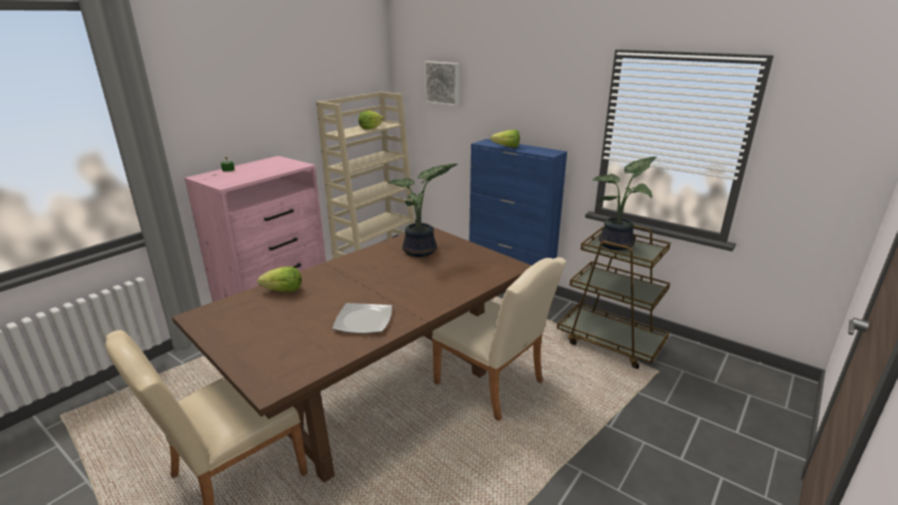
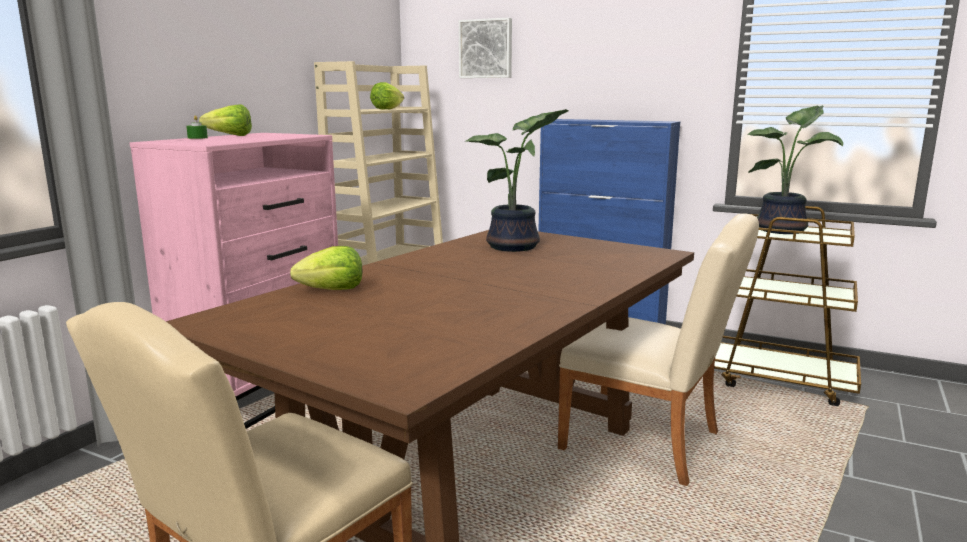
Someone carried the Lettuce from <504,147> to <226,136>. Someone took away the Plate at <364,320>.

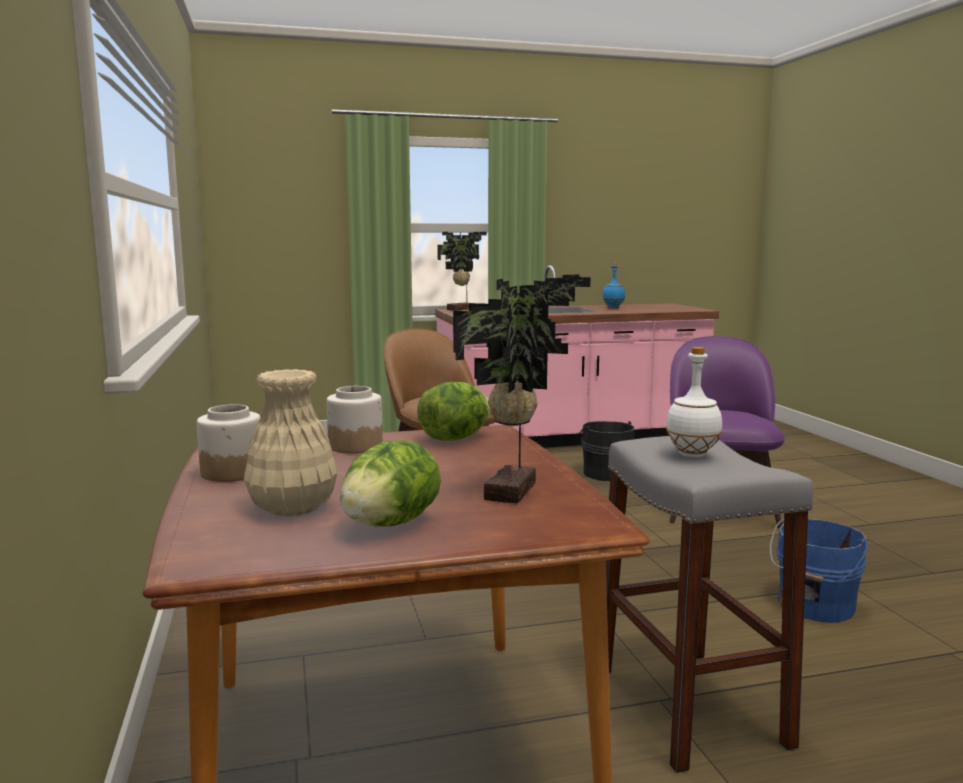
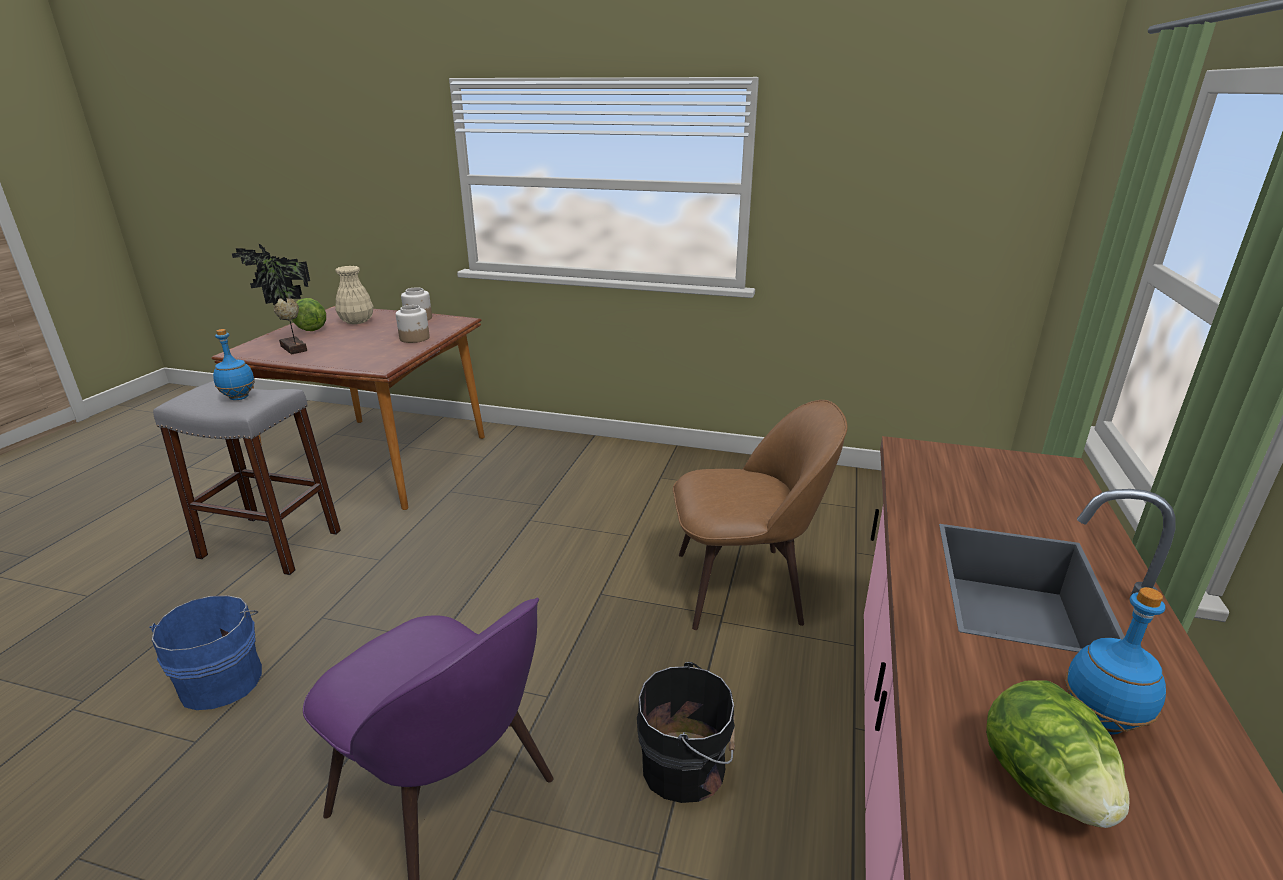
Someone repainted the WhiteBottle at <691,454>, which became the BlueBottle at <239,397>. Someone carried the Lettuce from <455,438> to <1042,784>. Someone took away the PottedPlant at <461,309>.

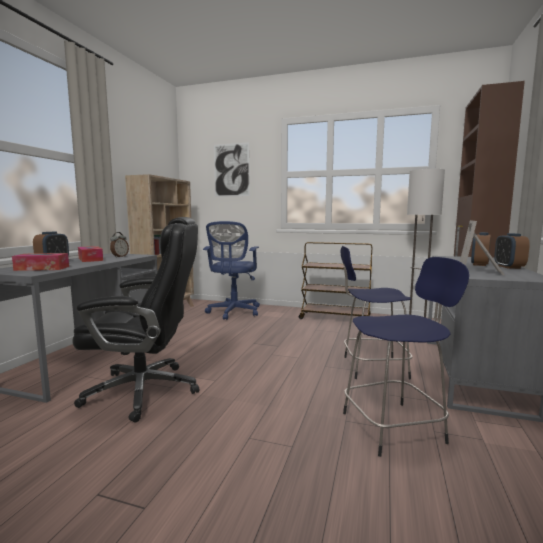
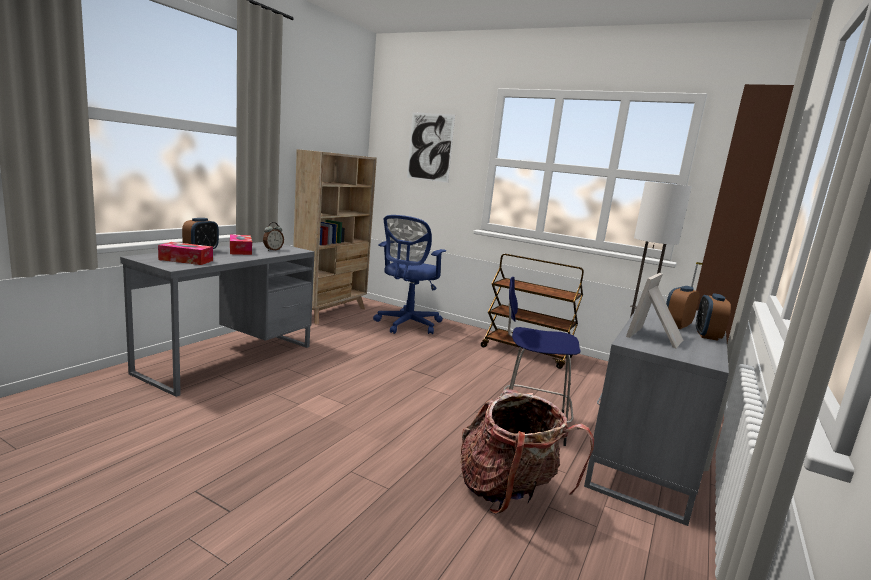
Someone swapped the BlueStool at <395,427> for the Backpack at <509,493>. Someone took away the BlackOfficeChair at <145,391>.

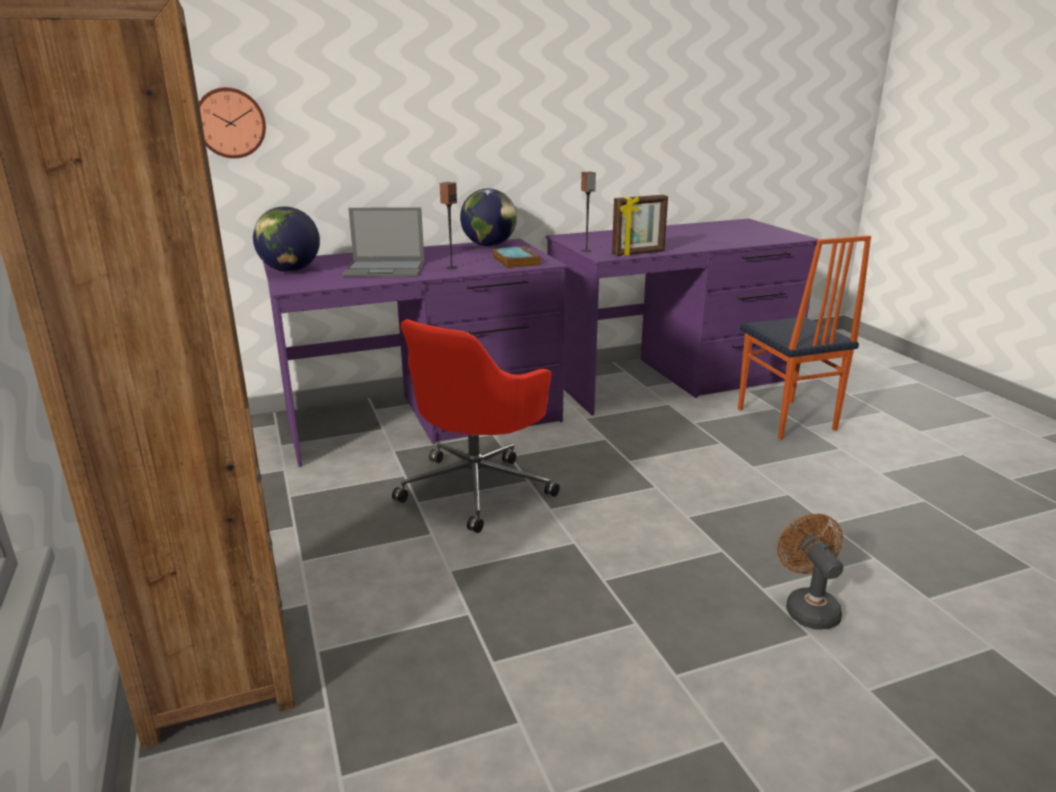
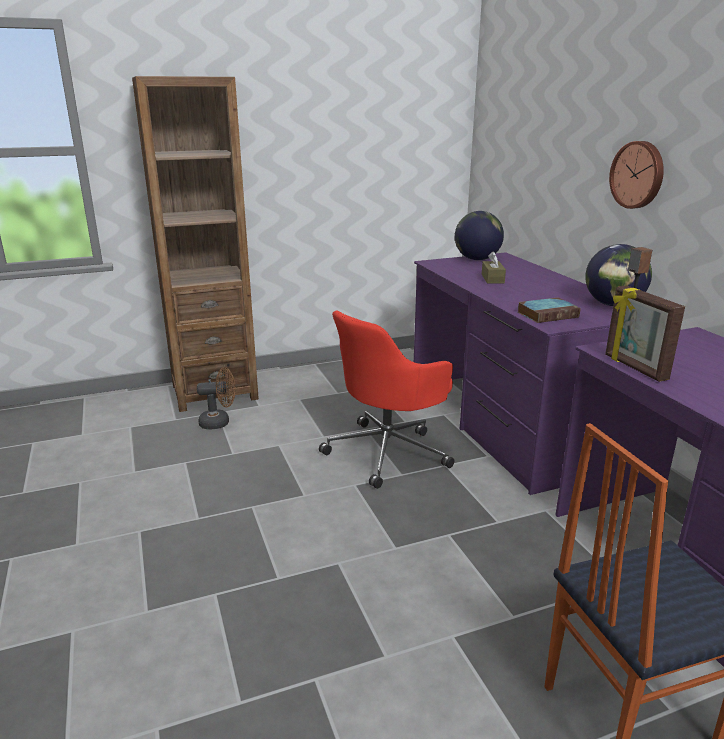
Someone carried the BrownFan from <807,607> to <219,422>. Someone rotated the RedOfficeChair at <477,487> by 75 degrees counterclockwise. Someone swapped the Laptop at <386,269> for the BrownTissueBox at <492,279>. Someone carried the WallClock from <230,123> to <638,175>. Someone took away the Speaker at <451,268>.

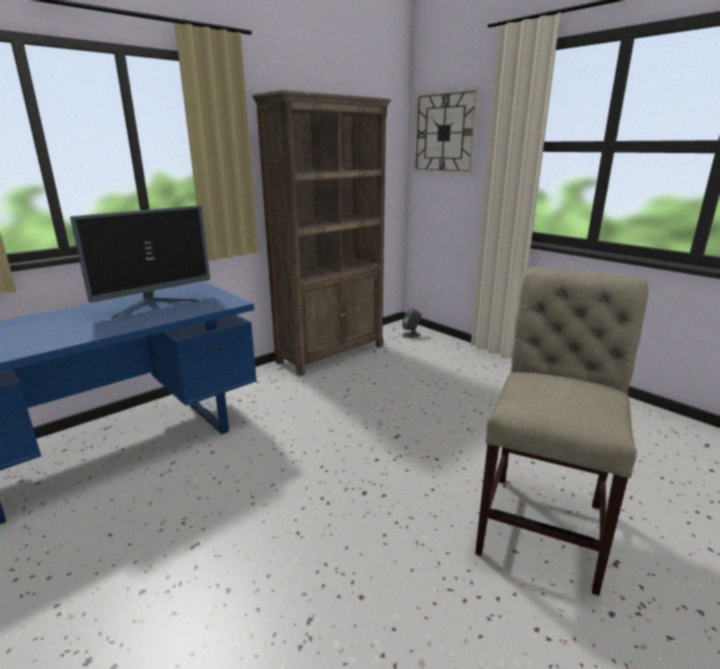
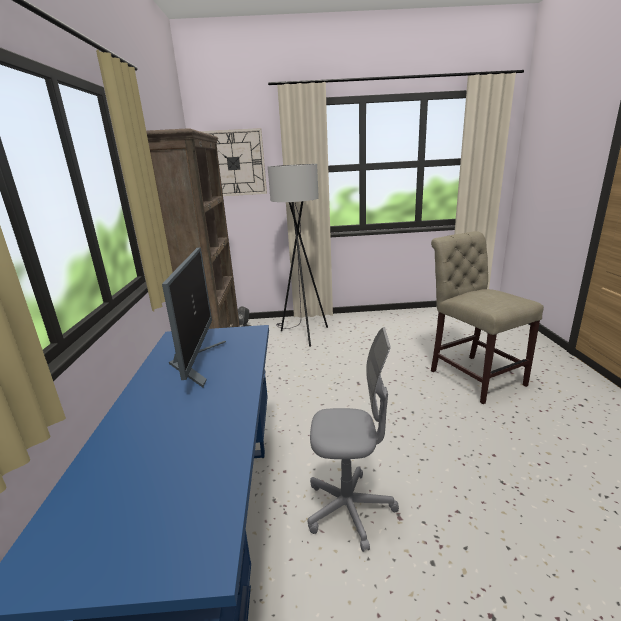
Someone put down the GreyFloorLamp at <302,334>. Someone put down the GreyOfficeChair at <349,509>.

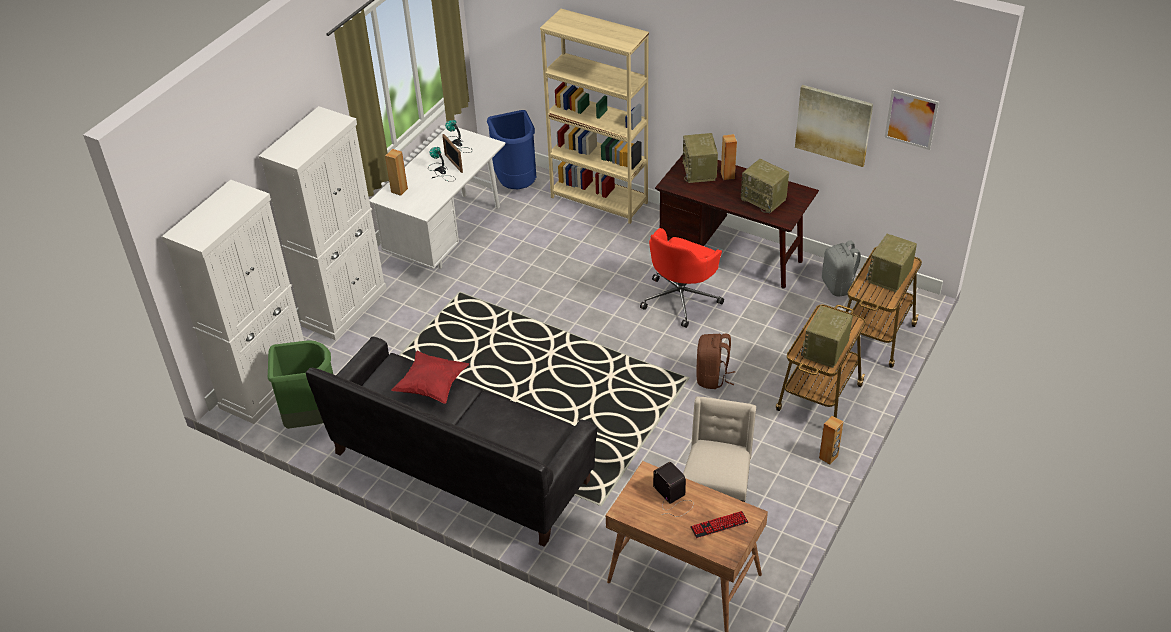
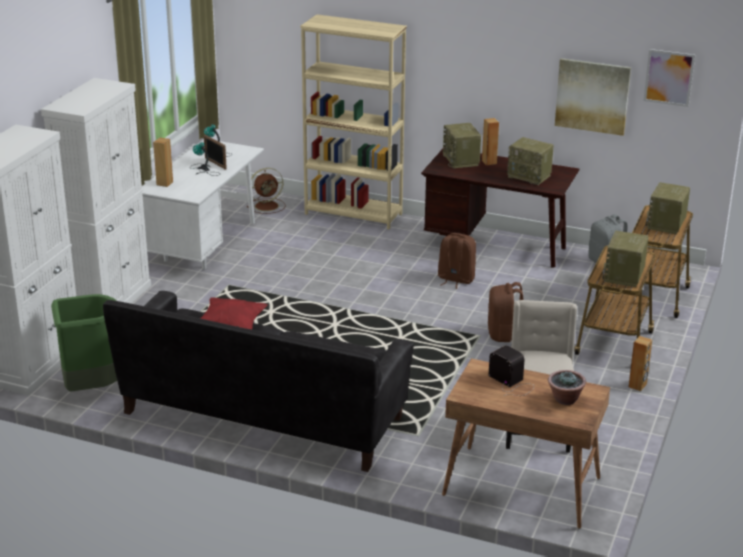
Someone swapped the BlueTrashCan at <517,183> for the BrownFan at <267,206>. Someone swapped the RedOfficeChair at <681,298> for the BrownBackpack at <455,279>. Someone swapped the Keyboard at <719,525> for the PottedPlant at <565,399>.

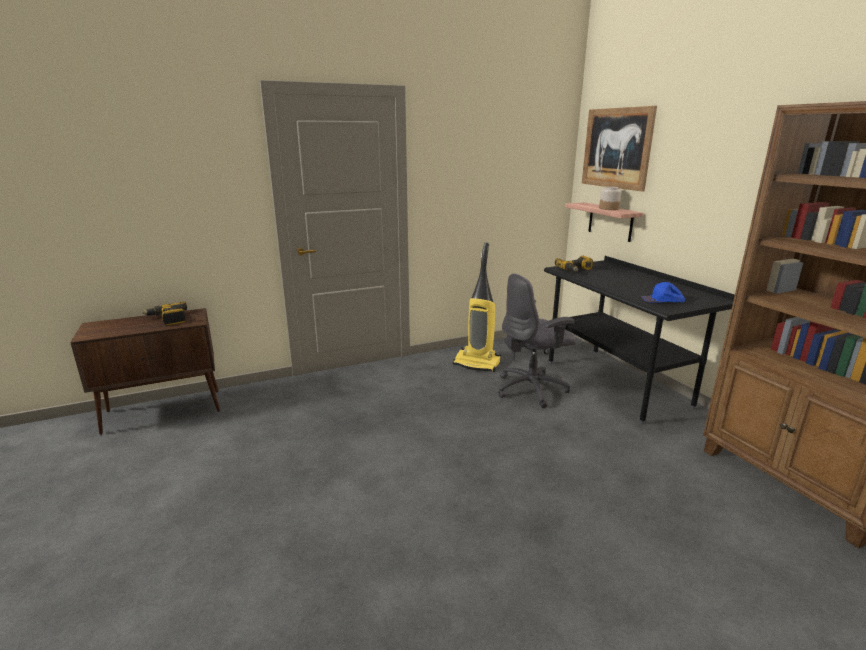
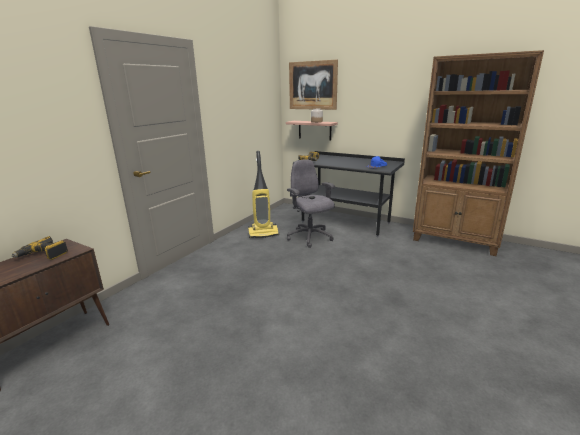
Someone rotated the GreyOfficeChair at <532,389> by 120 degrees clockwise.

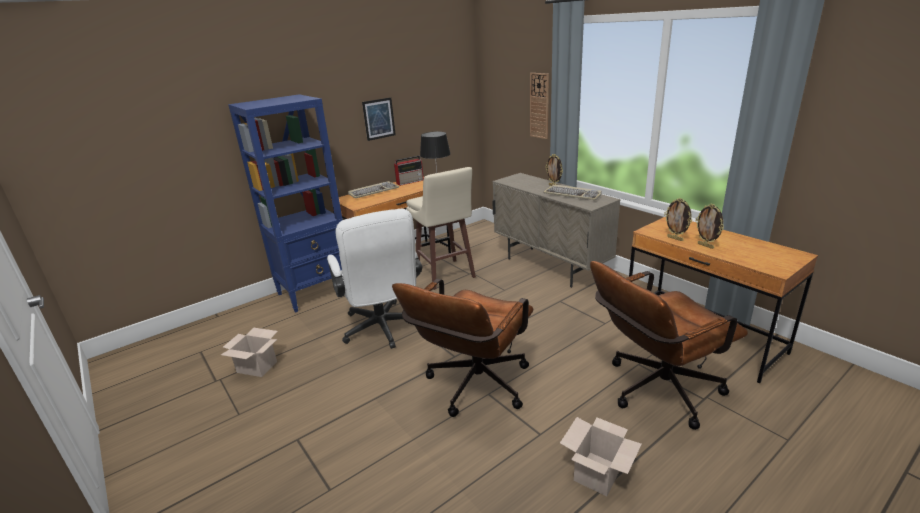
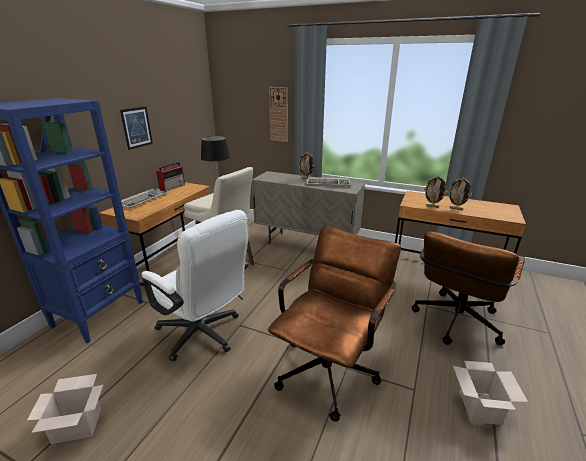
Someone rotated the BrownOfficeChair at <473,388> by 150 degrees counterclockwise.

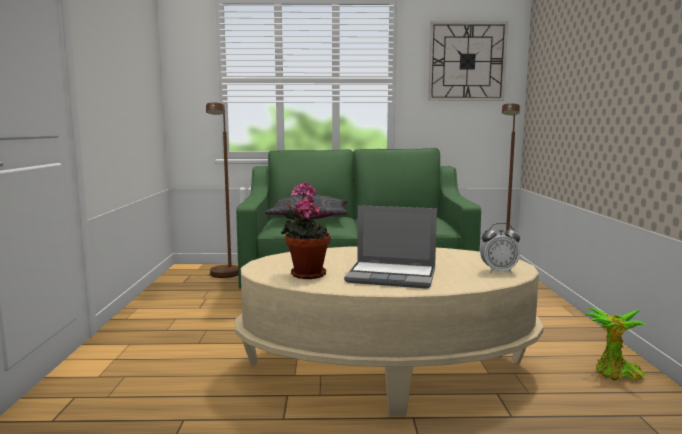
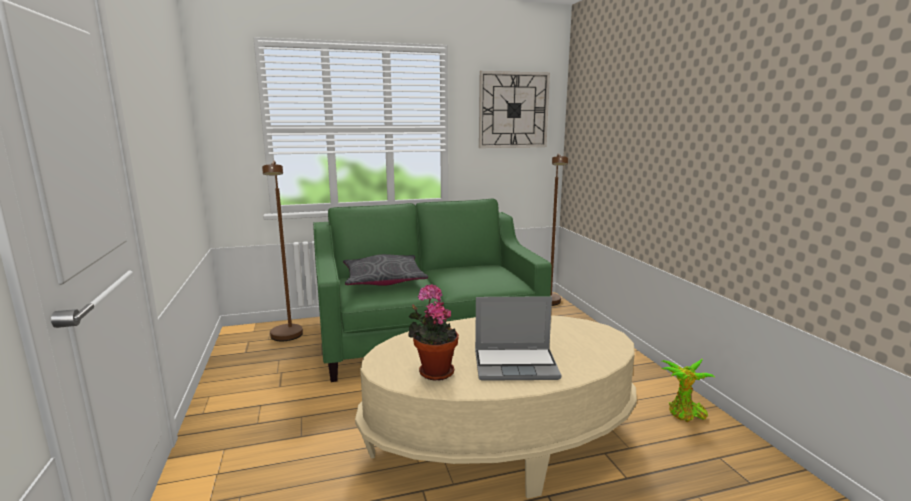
Someone took away the AlarmClock at <498,271>.

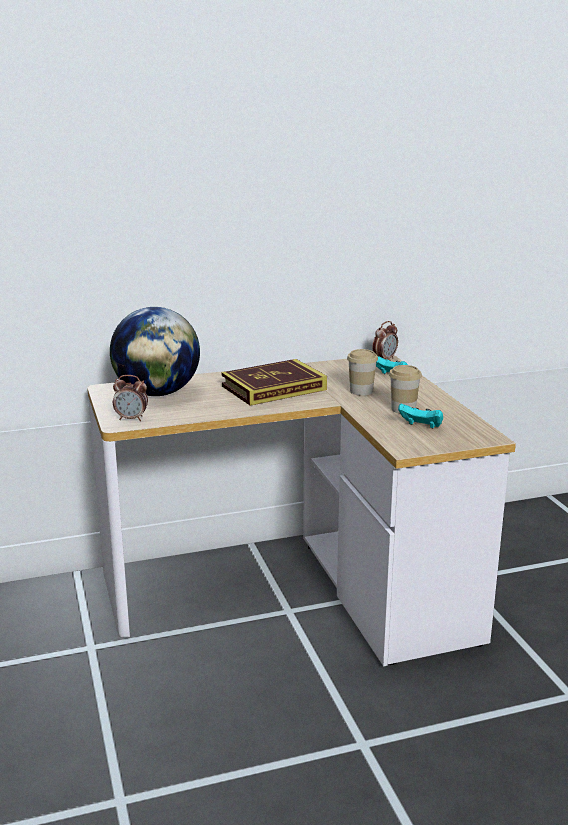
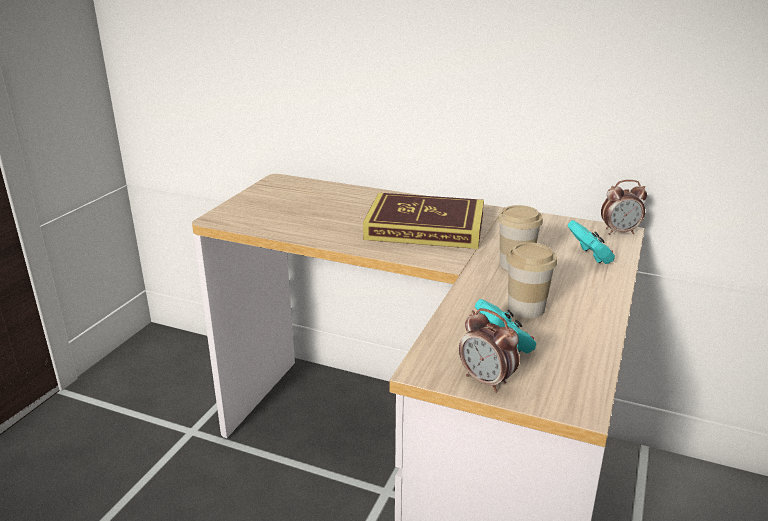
Someone carried the AlarmClock from <131,419> to <486,381>. Someone took away the Globe at <157,393>.

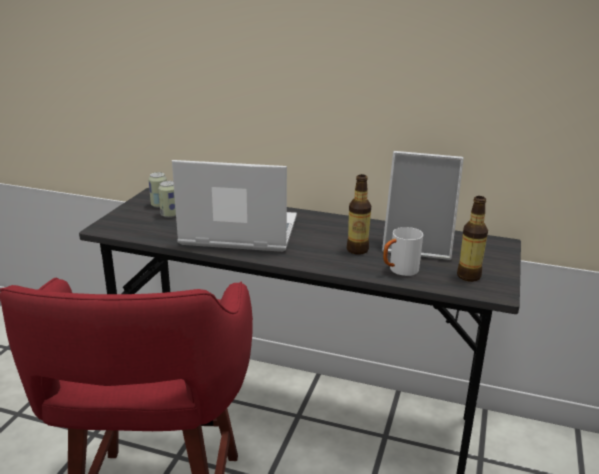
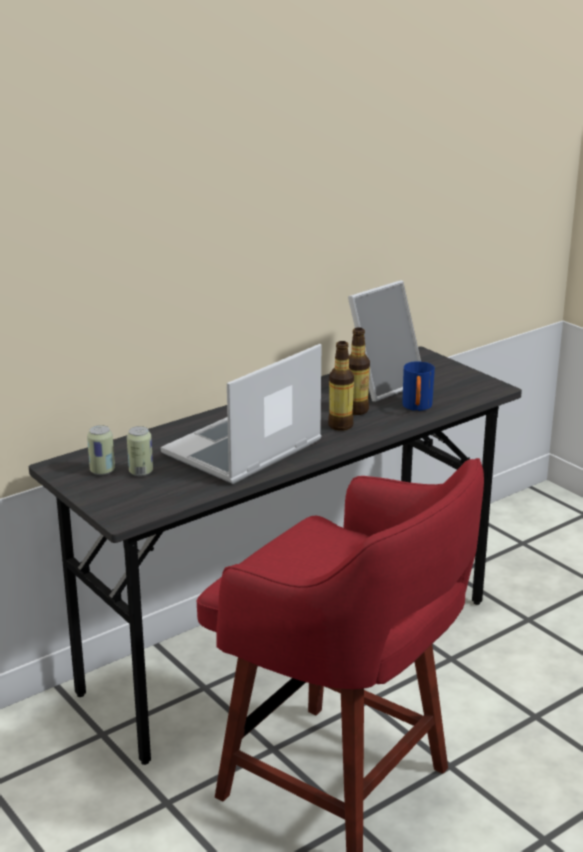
Someone carried the Bottle from <468,276> to <340,425>. Someone repainted the WhiteMug at <399,271>, which became the BlueMug at <417,408>.

